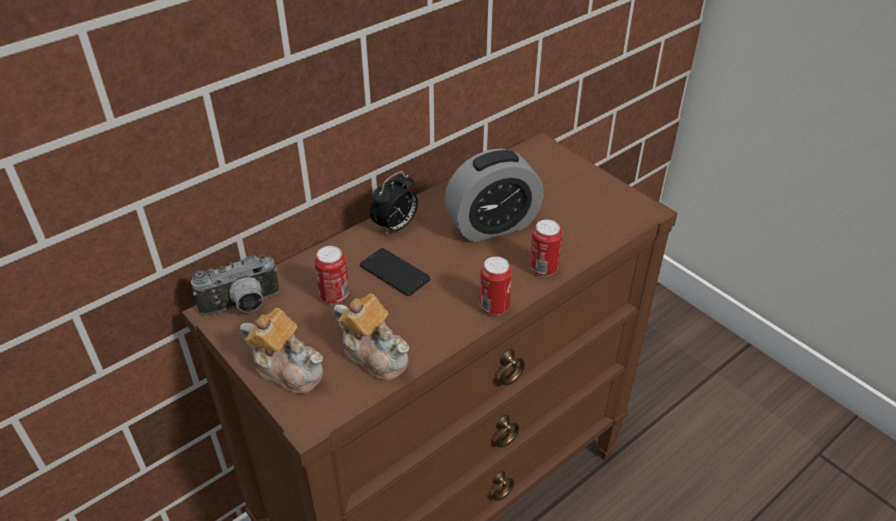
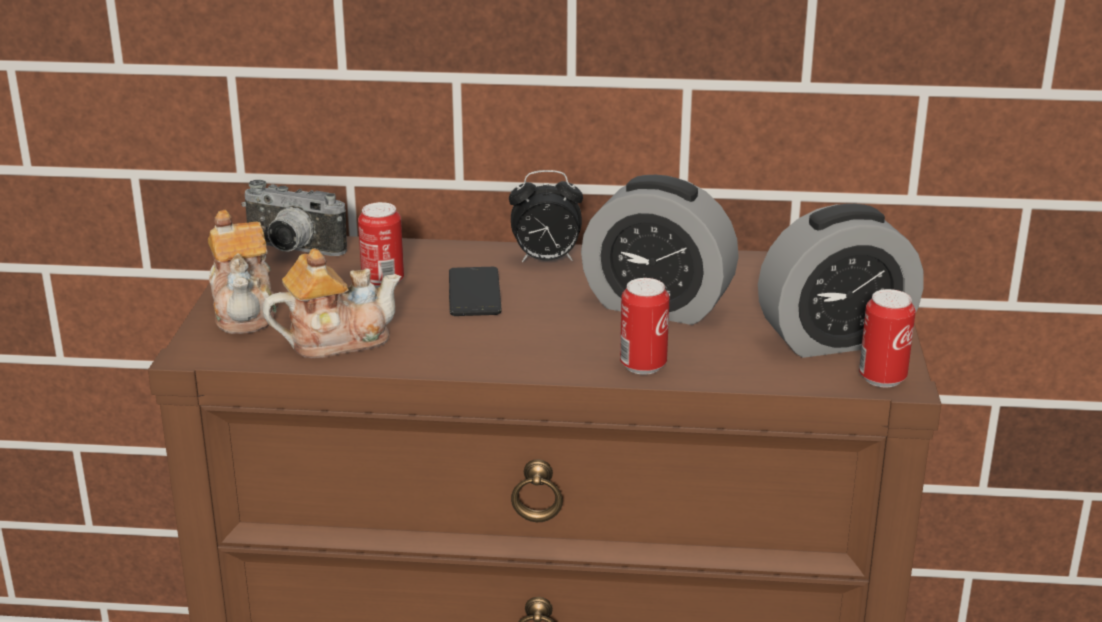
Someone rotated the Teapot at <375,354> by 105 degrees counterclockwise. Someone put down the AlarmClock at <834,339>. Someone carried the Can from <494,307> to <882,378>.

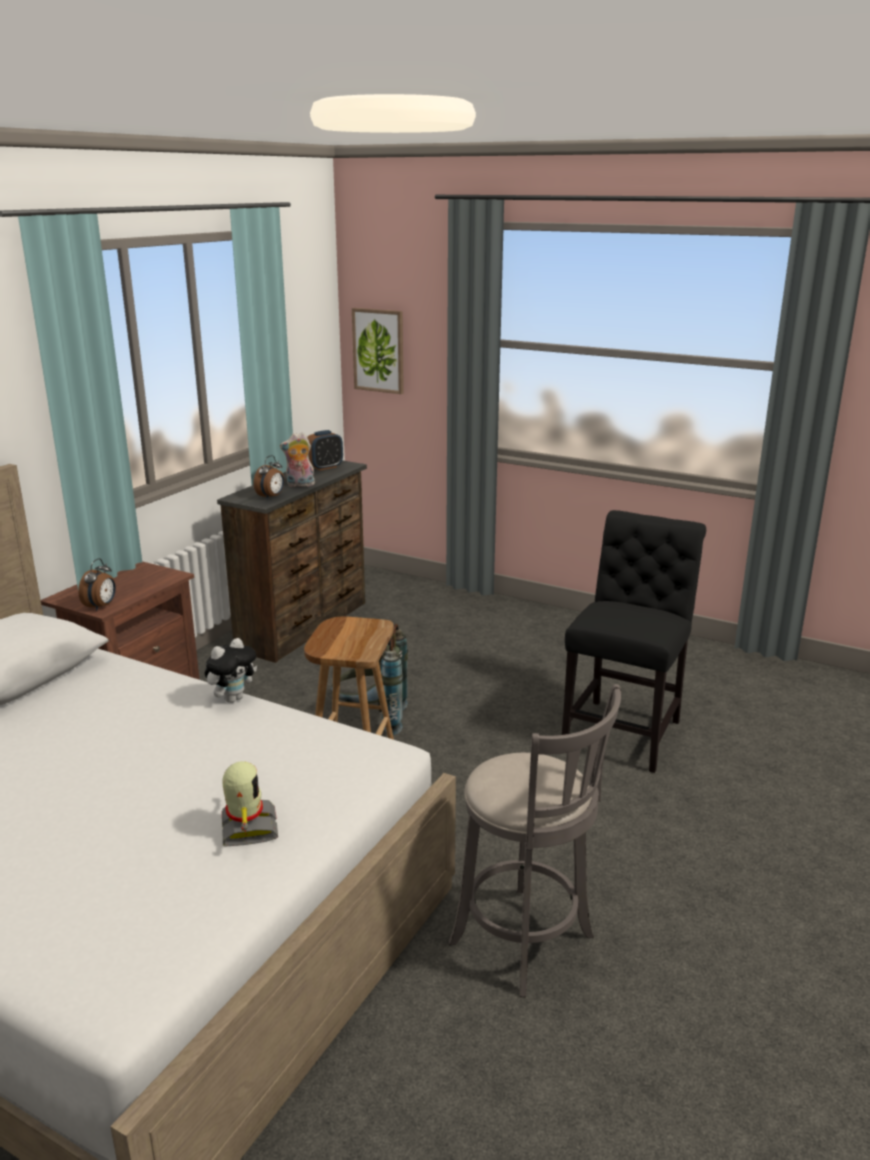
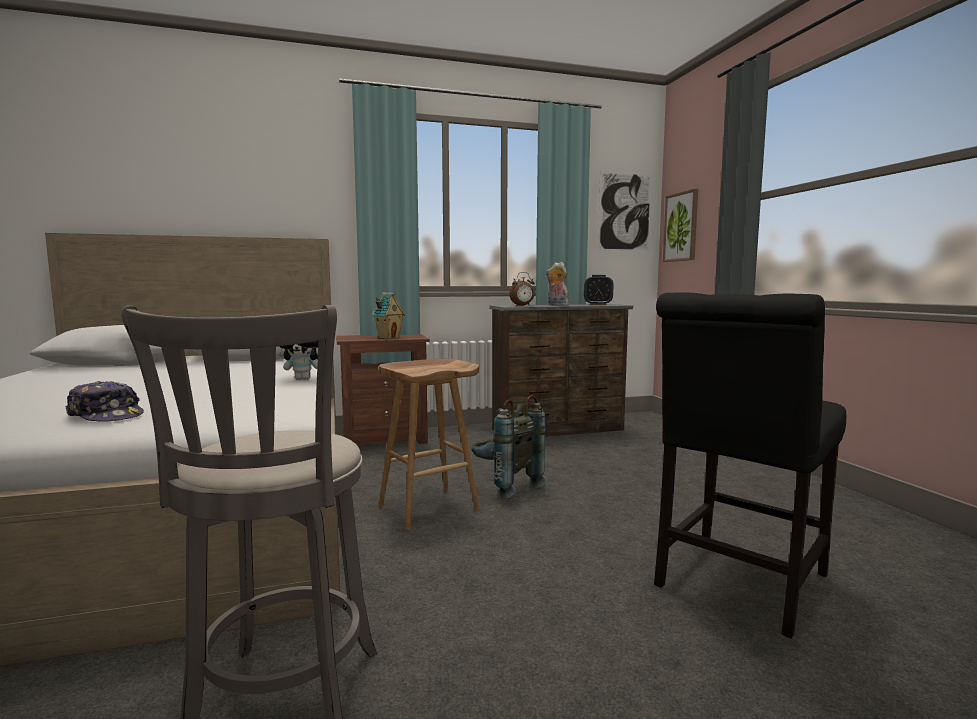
Someone swapped the ToyRobot at <247,828> for the Cap at <106,416>. Someone put down the ToyHouse at <389,337>. Someone put up the Picture at <625,211>. Someone rotated the BlackChair at <624,731> by 150 degrees clockwise. Someone took away the AlarmClock at <101,606>.

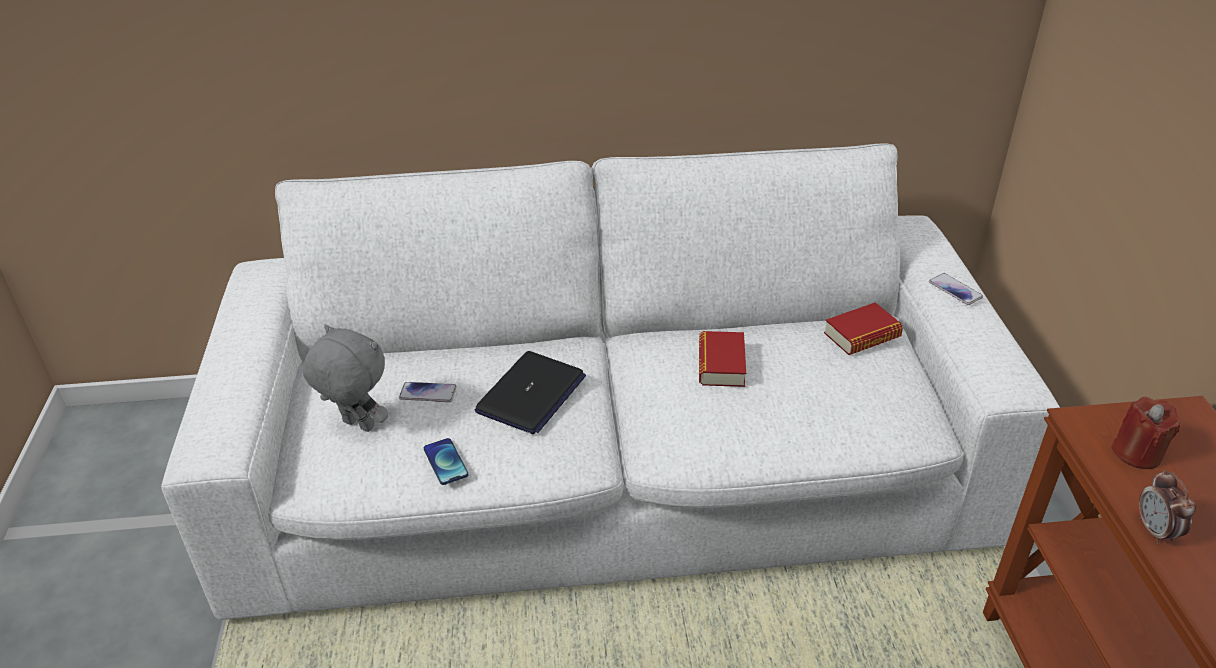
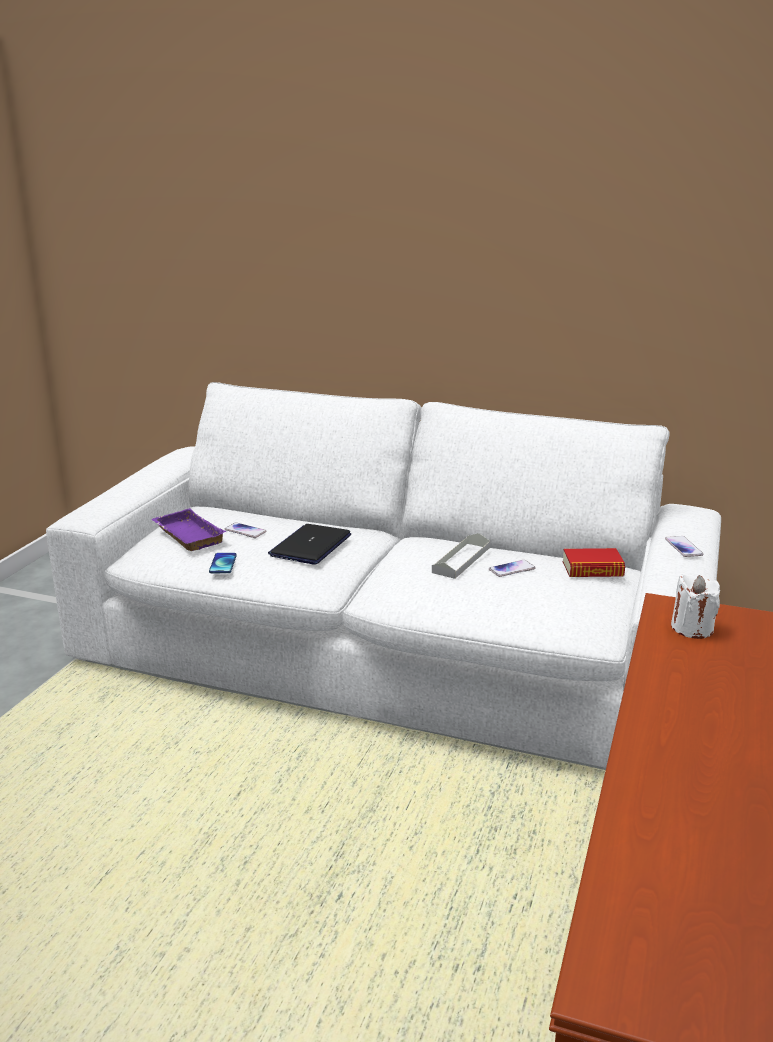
Someone swapped the GreyPlushToy at <357,426> for the PurpleTray at <186,535>. Someone rotated the Laptop at <531,394> by 150 degrees clockwise. Someone swapped the Book at <721,365> for the GreyTray at <461,560>. Someone put down the Phone at <512,569>. Someone repainted the RedCandle at <1137,453>, which became the WhiteCandle at <692,628>. Someone took away the AlarmClock at <1155,531>.

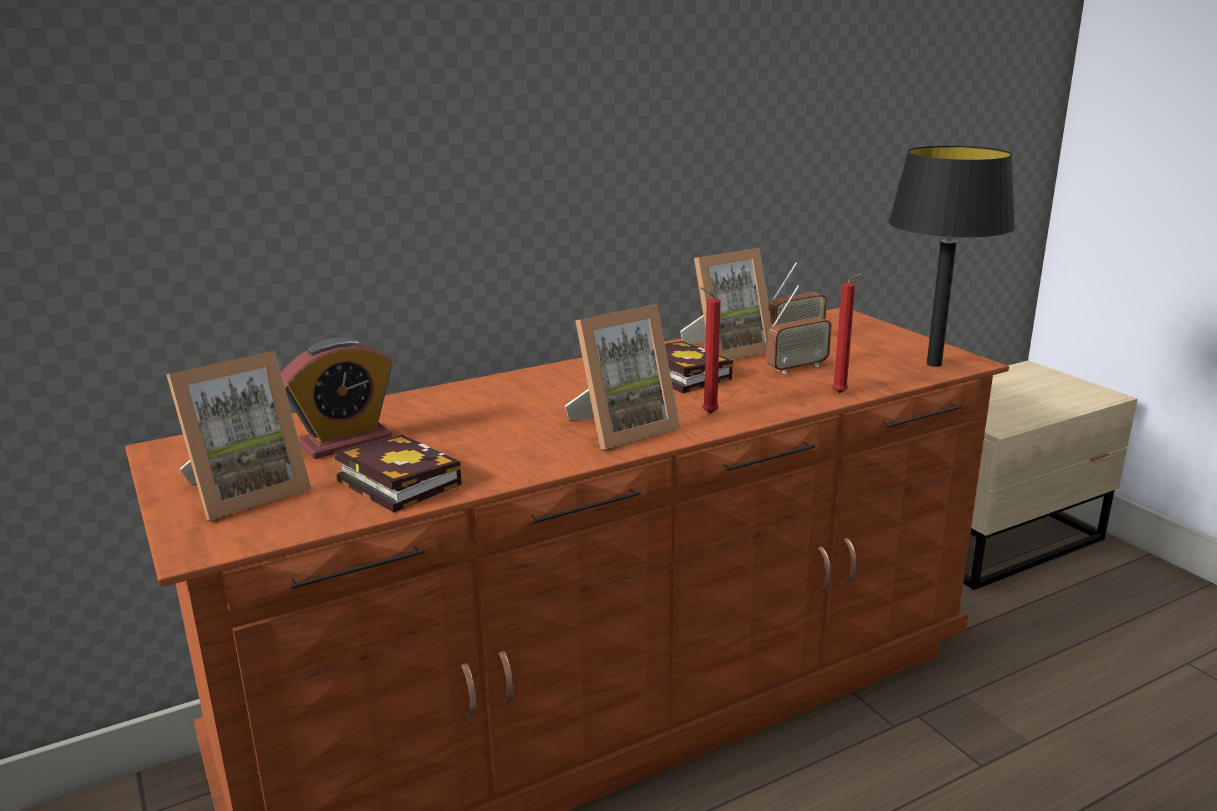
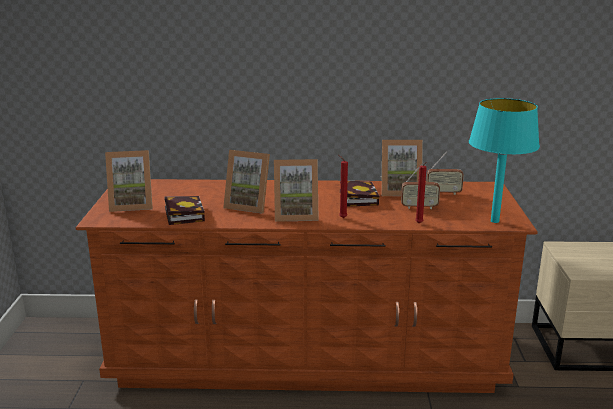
Someone put down the PictureFrame at <249,205>. Someone repainted the BlackTableLamp at <934,364>, which became the TurquoiseTableLamp at <495,221>. Someone took away the AlarmClock at <345,441>.

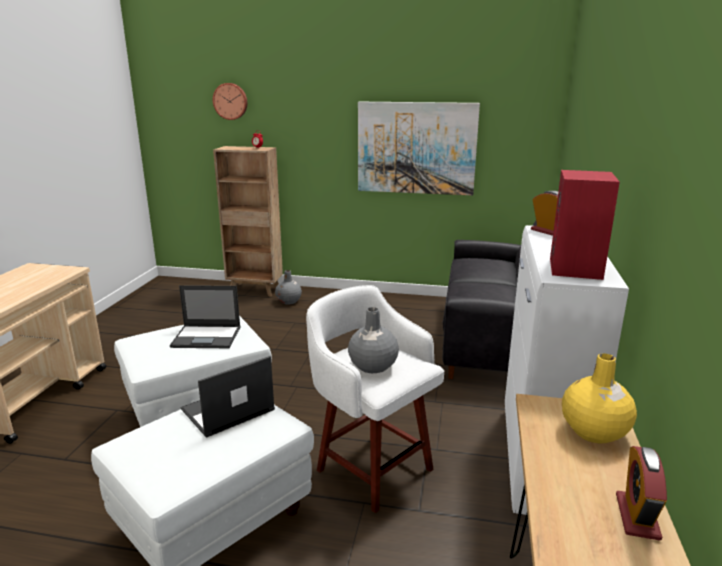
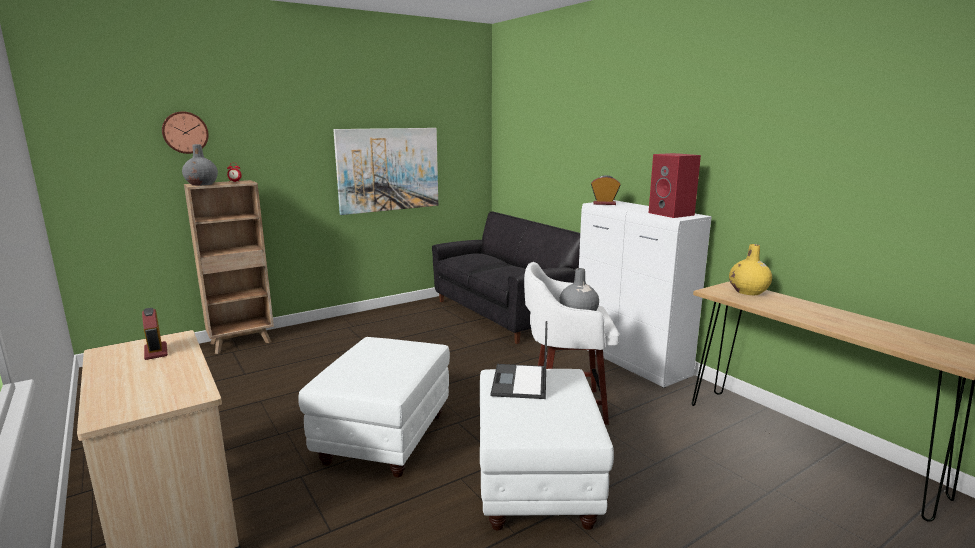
Someone carried the AlarmClock from <637,516> to <156,352>. Someone carried the GreyVase from <289,301> to <202,184>. Someone took away the Laptop at <207,337>.

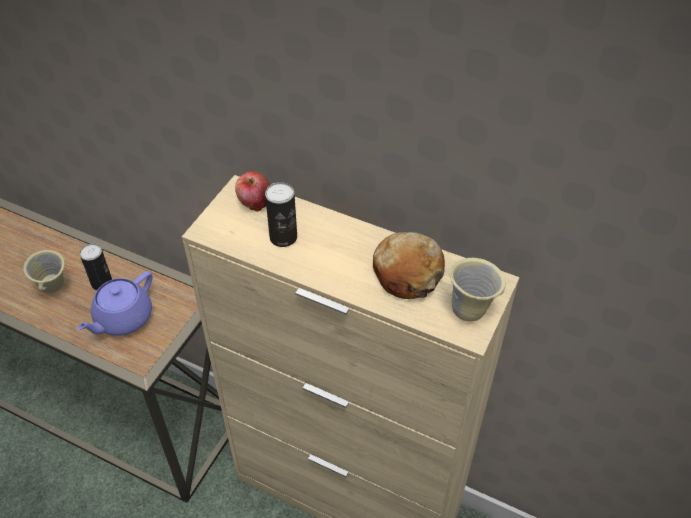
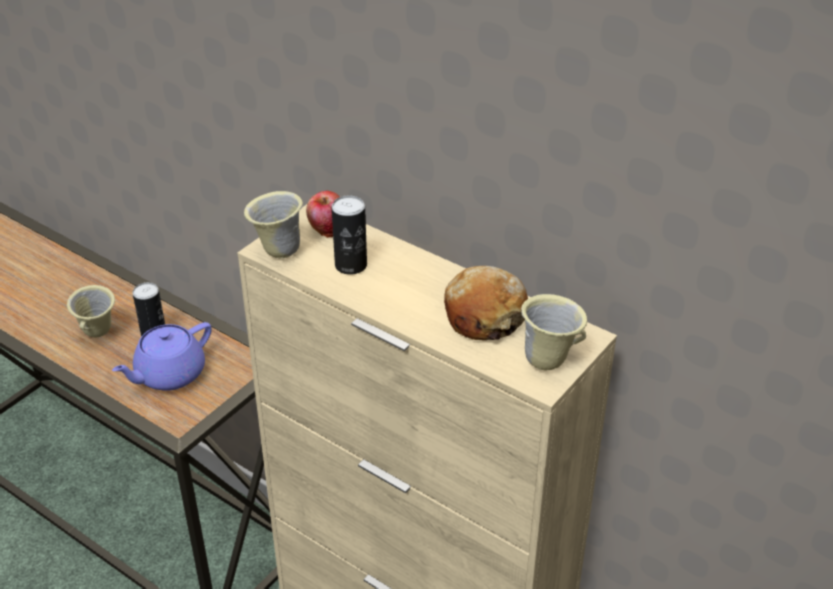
Someone put down the BeigeMug at <277,251>.

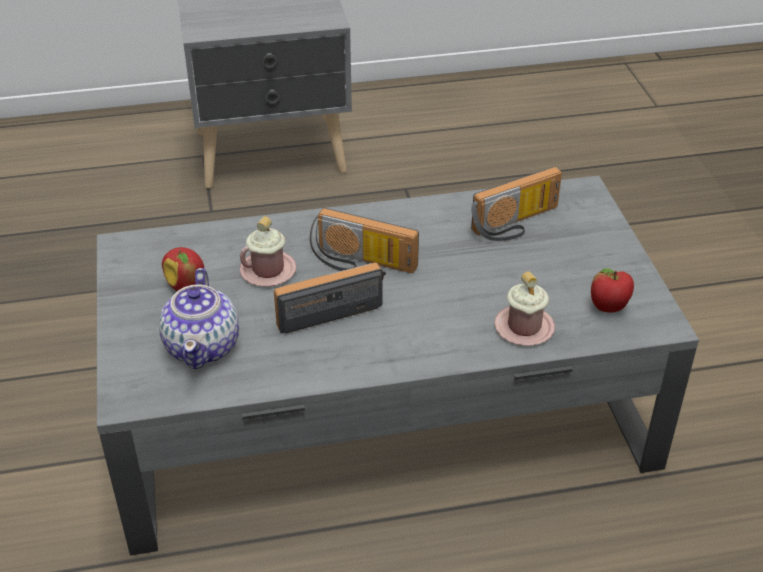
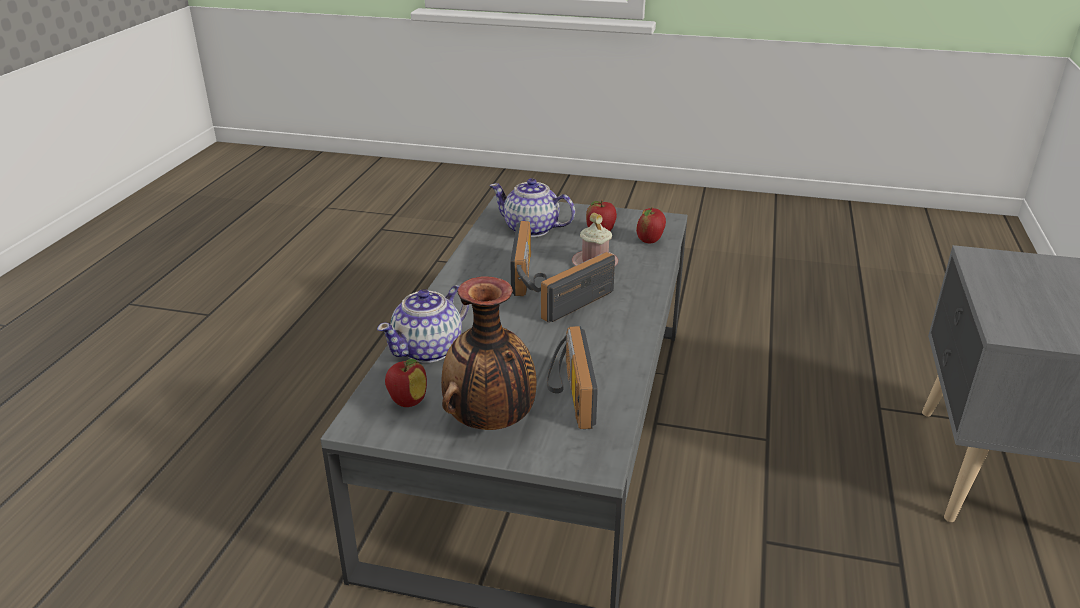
Someone swapped the PinkMug at <524,327> for the Teapot at <429,349>. Someone put down the Vase at <491,422>. Someone put down the Apple at <650,240>.

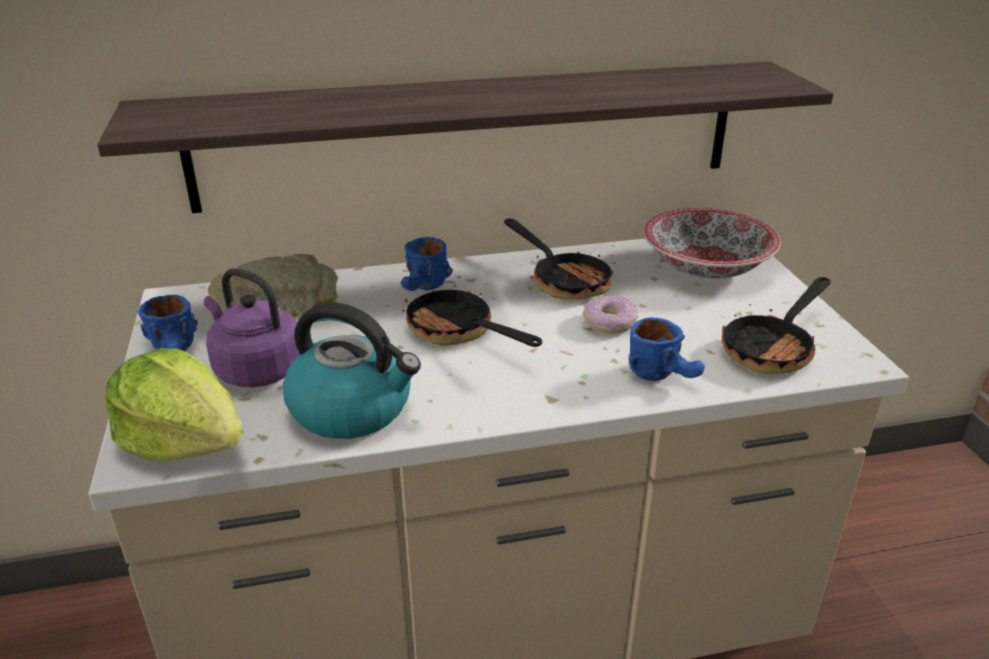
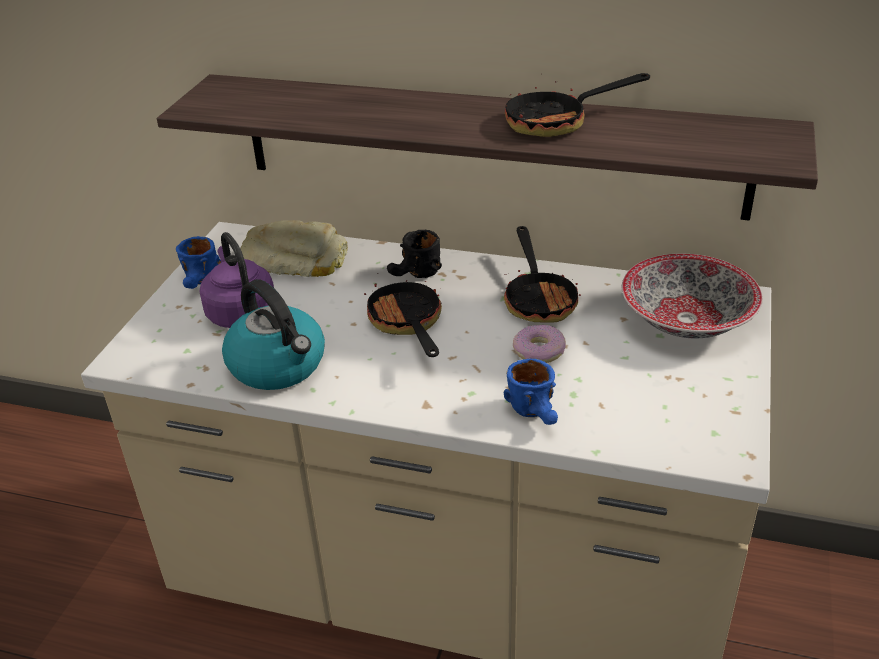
Someone repainted the BlueMug at <424,289>, which became the BlackMug at <415,276>. Someone carried the FryingPan from <773,348> to <557,122>. Someone took away the Lettuce at <183,440>.

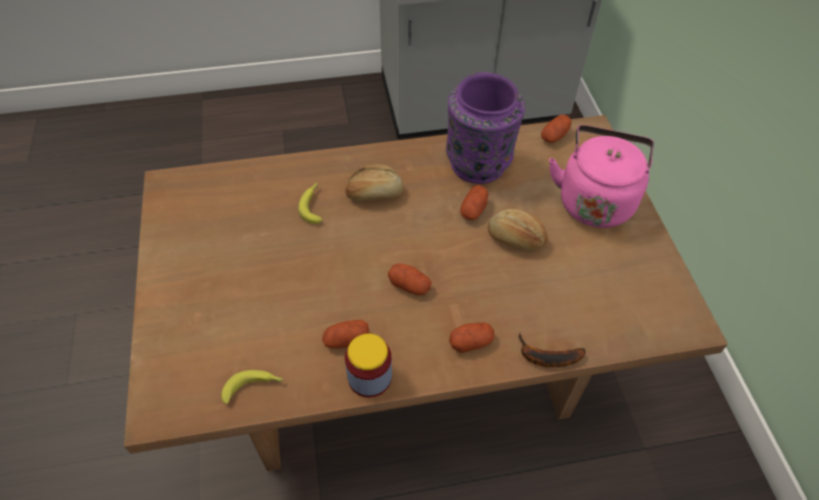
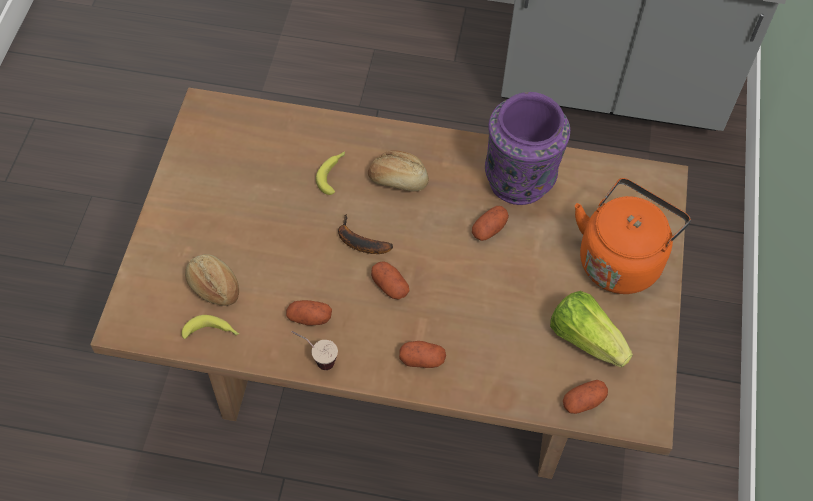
Someone carried the Bread from <515,239> to <213,287>. Someone swapped the Jar at <369,377> for the Cup at <316,359>. Someone carried the Banana from <546,357> to <358,242>. Someone put down the Lettuce at <585,339>. Someone carried the Potato from <554,136> to <583,402>. Someone repainted the PinkKettle at <595,200>, which became the OrangeKettle at <621,259>.

